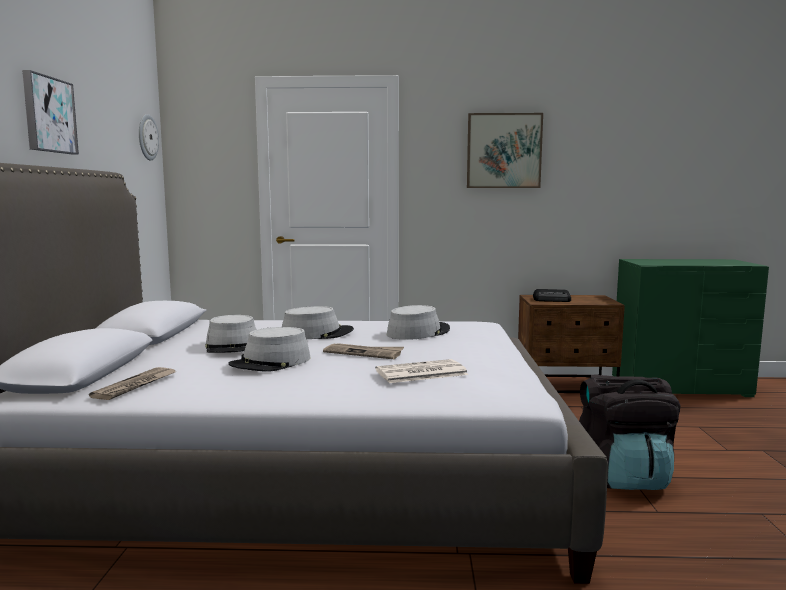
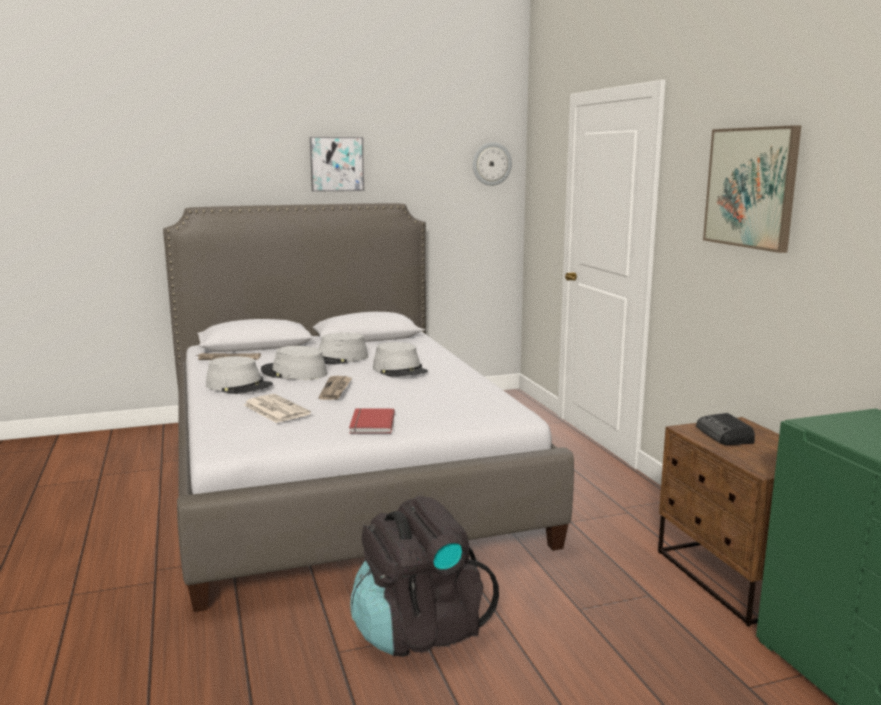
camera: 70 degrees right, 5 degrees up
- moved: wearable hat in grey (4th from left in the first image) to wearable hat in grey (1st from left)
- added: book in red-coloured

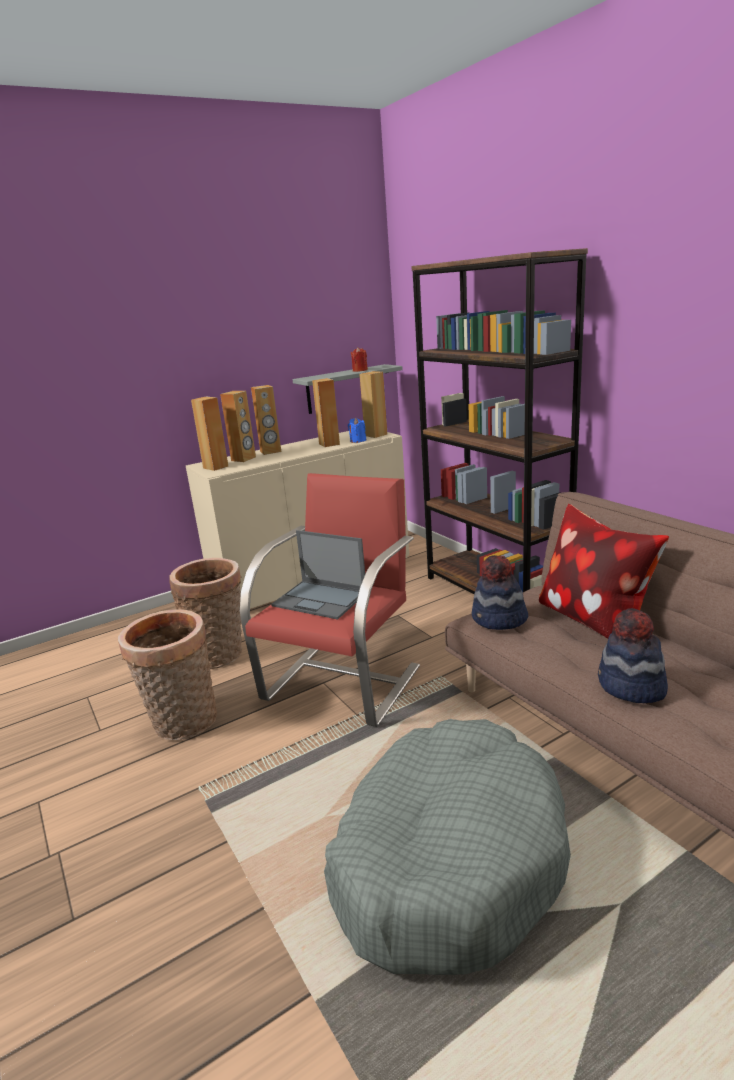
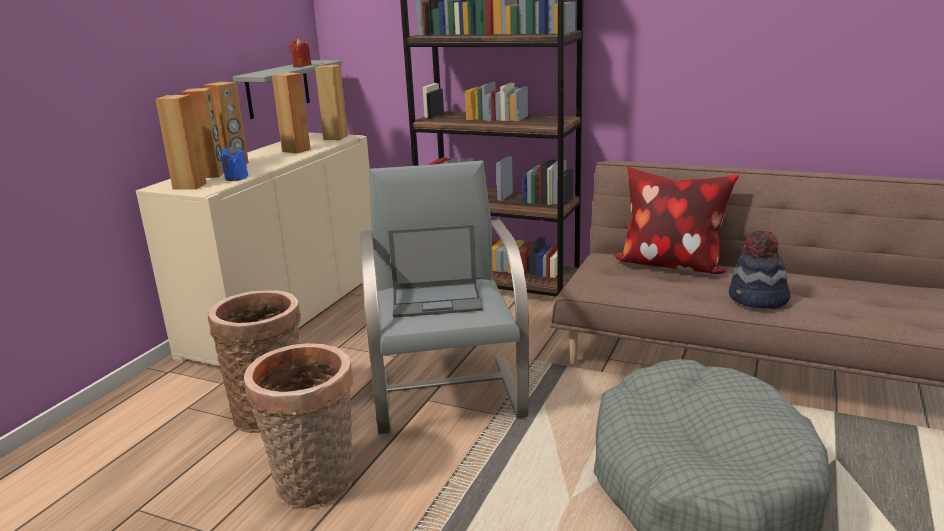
camera: 35 degrees left, 0 degrees up
- moved: candle in blue
- recoloured: easy chair in red-coloured to easy chair in grey
- removed: wearable hat (1st from left)

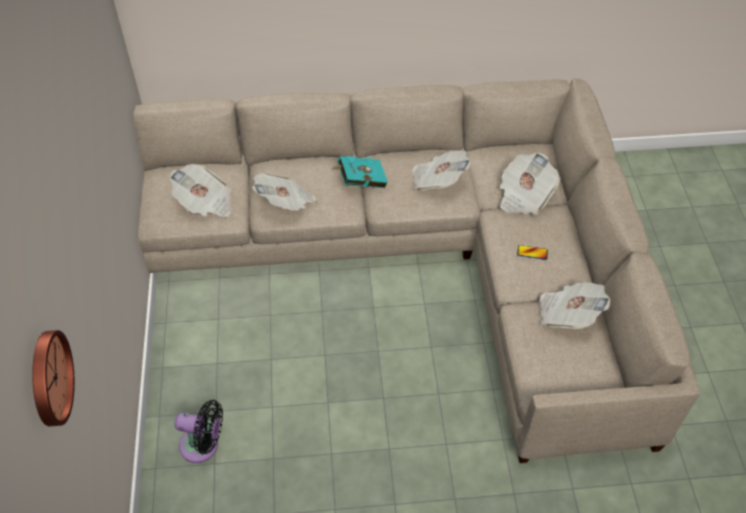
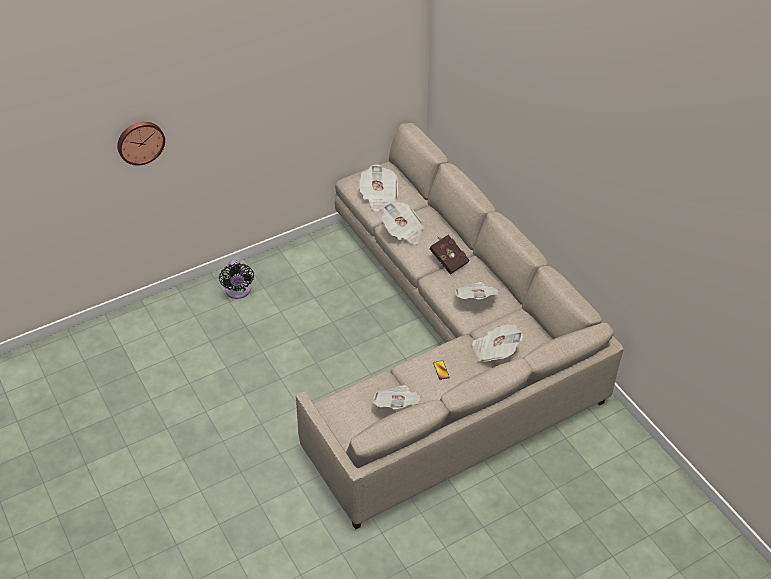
camera: 65 degrees right, 5 degrees down
- recoloured: book in turquoise to book in red-coloured

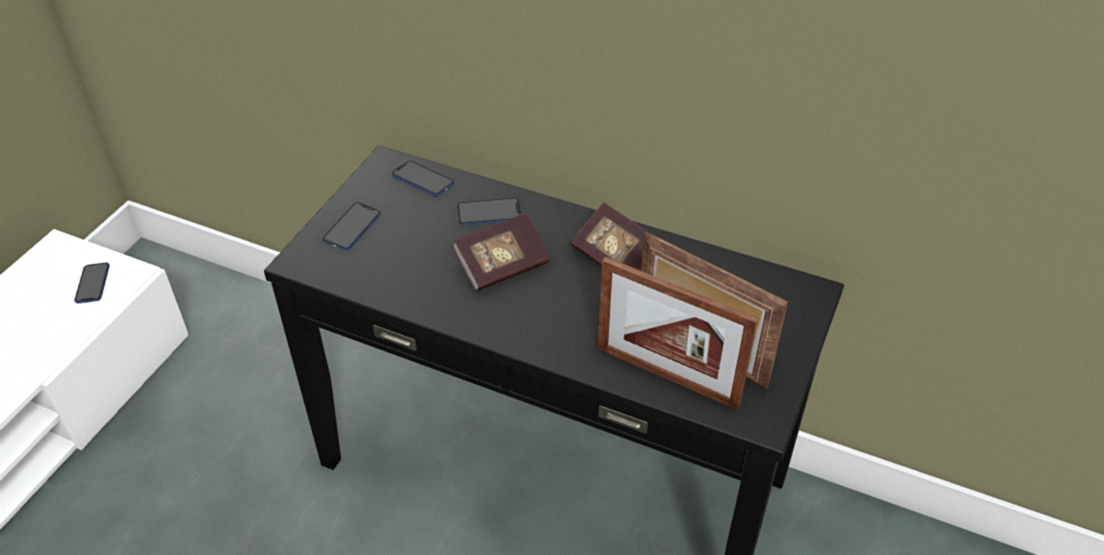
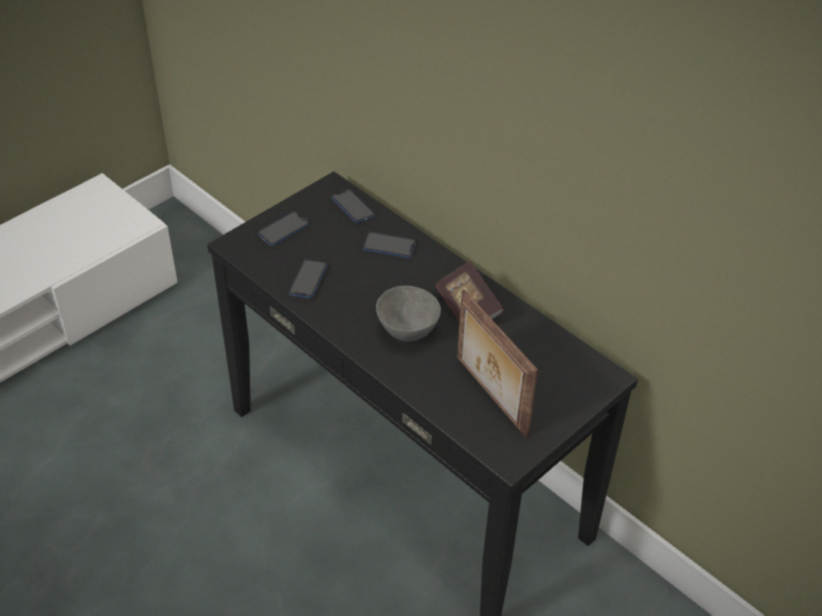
camera: 20 degrees right, 0 degrees up
- removed: book (1st from left)
- removed: photo frame (1st from left)
- moved: handset (1st from left in the first image) to handset (2nd from left)
- added: deep dish in grey

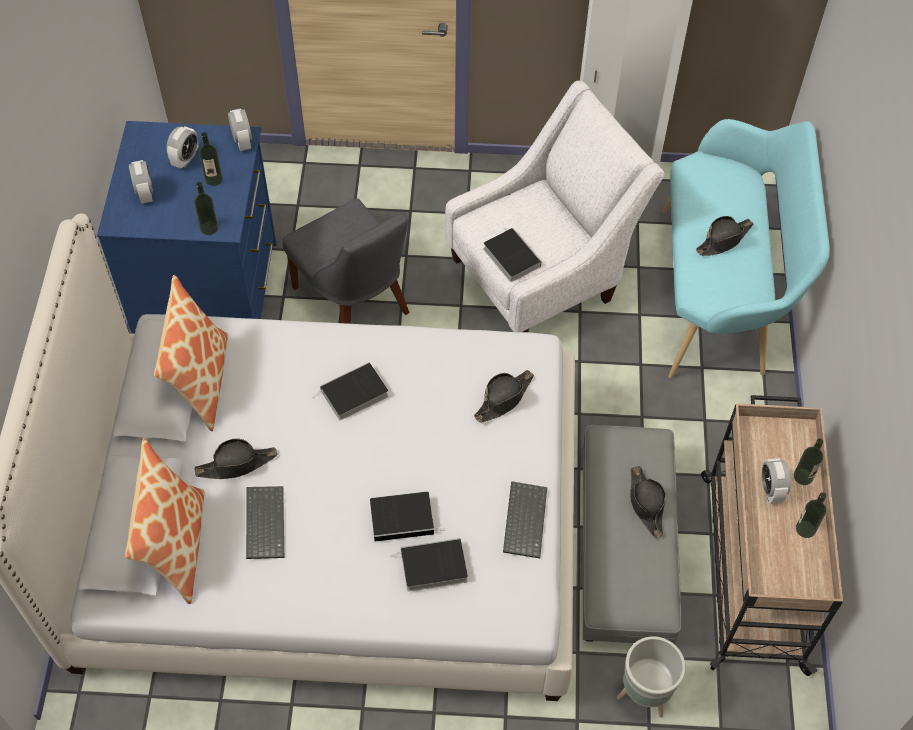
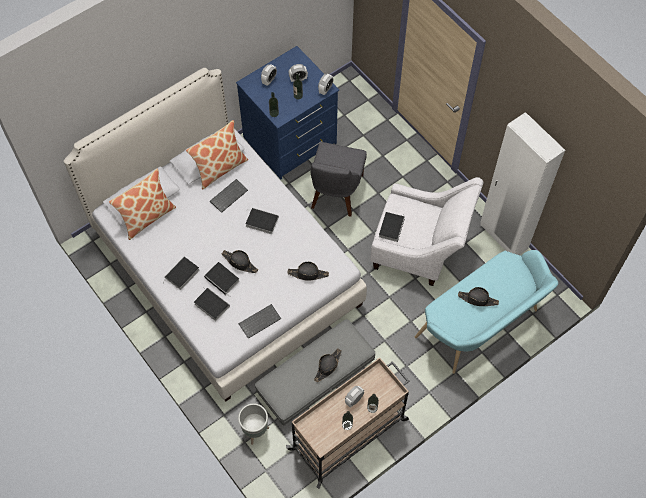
camera: 50 degrees right, 5 degrees up
- moved: wearable hat in blackish (1st from left)
- moved: keyboard (1st from left)
- added: book (1st from left)

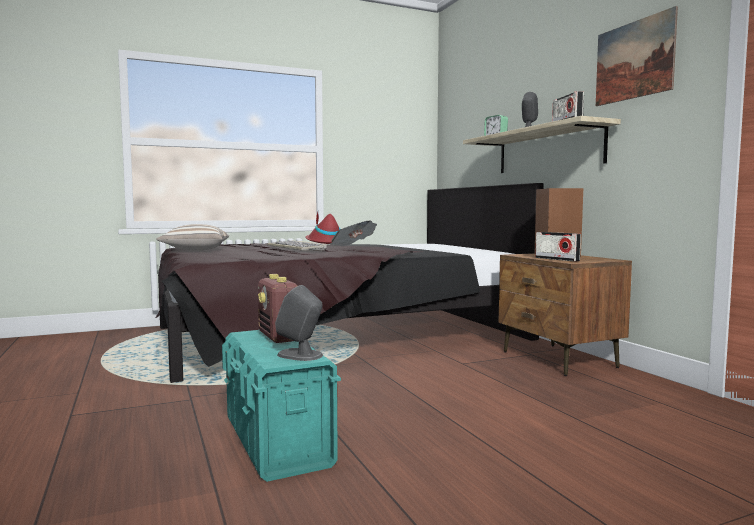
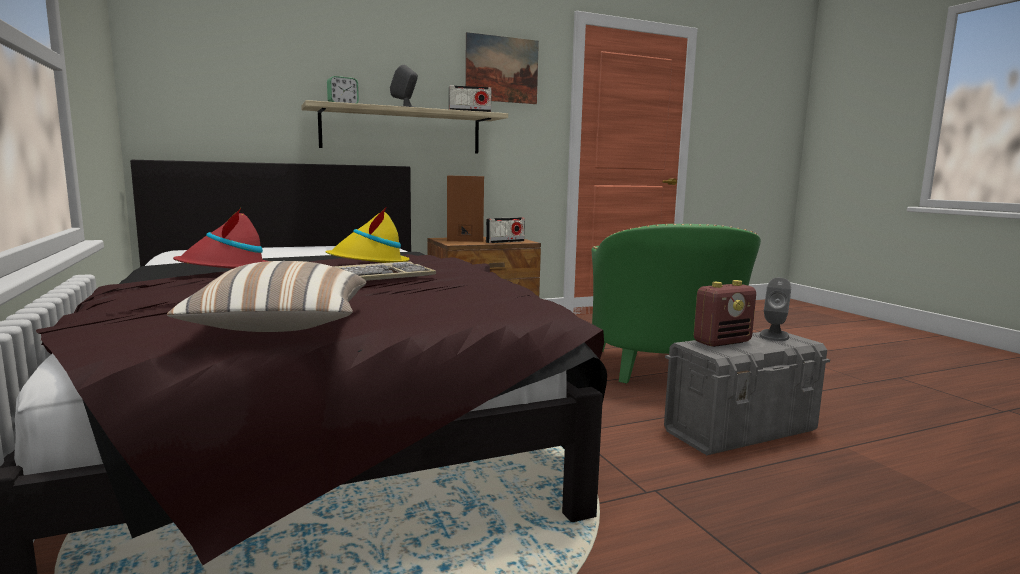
camera: 90 degrees left, 5 degrees up
- replaced: daily paper to wearable hat in yellow
- recoloured: storage container in turquoise to storage container in grey
- added: easy chair in green

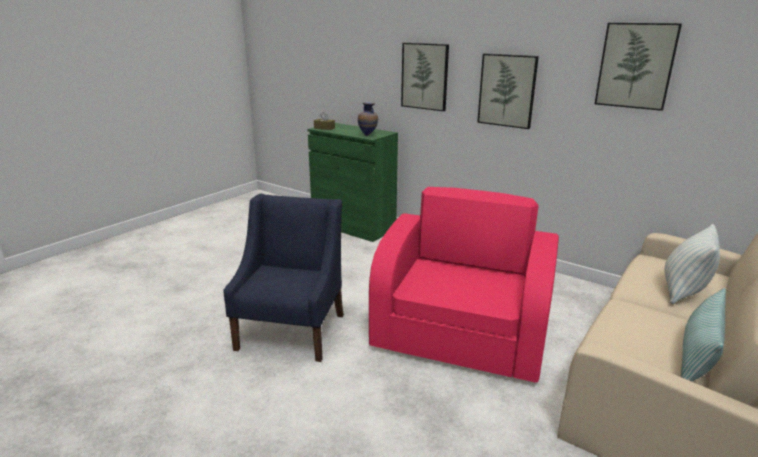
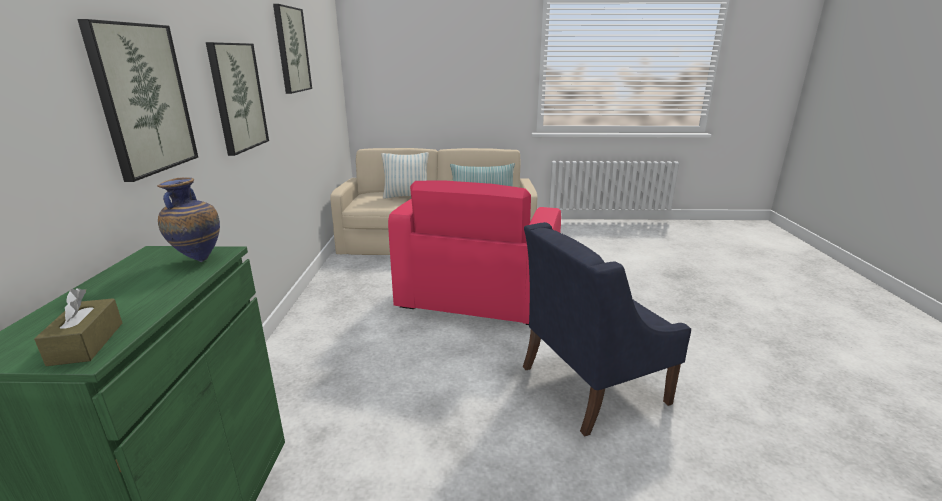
camera: 125 degrees left, 0 degrees up
- turned: easy chair in pink 60 degrees counterclockwise

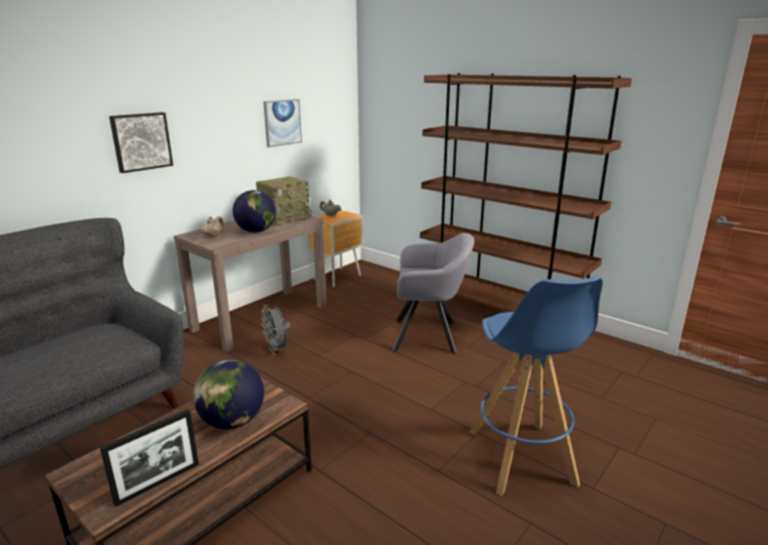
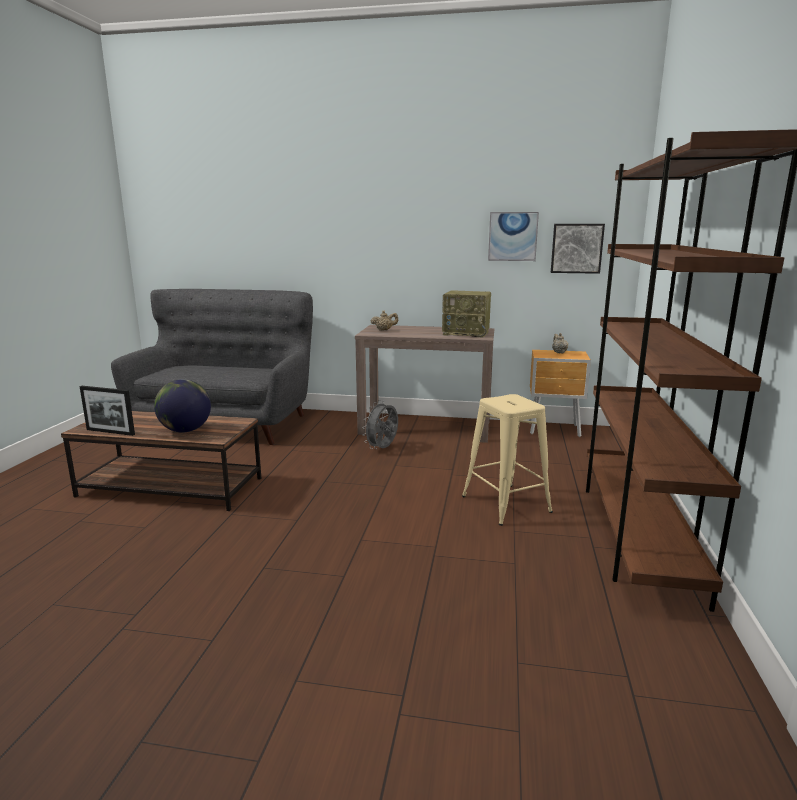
camera: 60 degrees right, 5 degrees down
- moved: wall picture (1st from left in the first image) to wall picture (2nd from left)
- removed: world globe (2nd from left)
- replaced: easy chair in grey to stool seat in beige
- removed: stool seat in blue

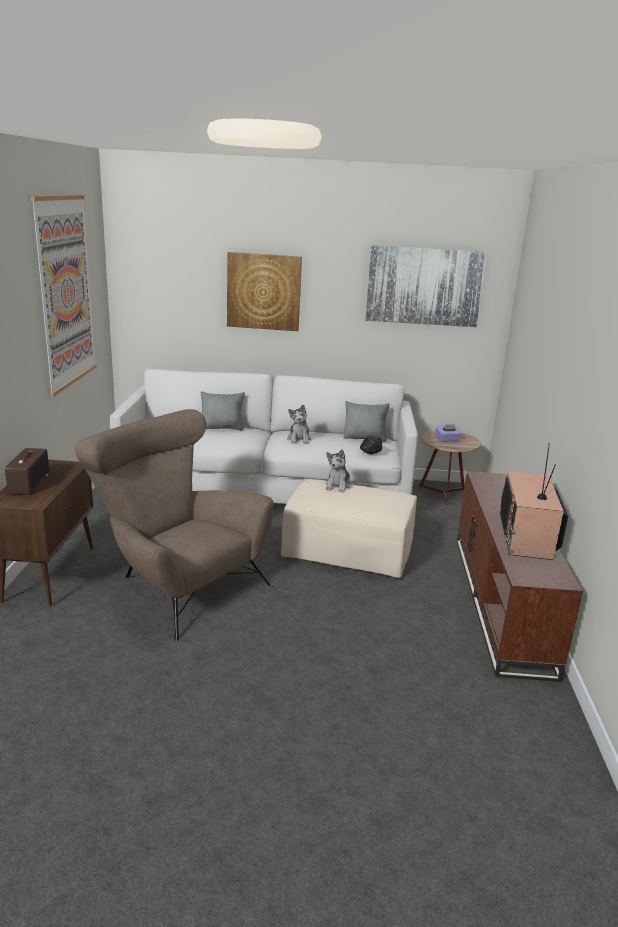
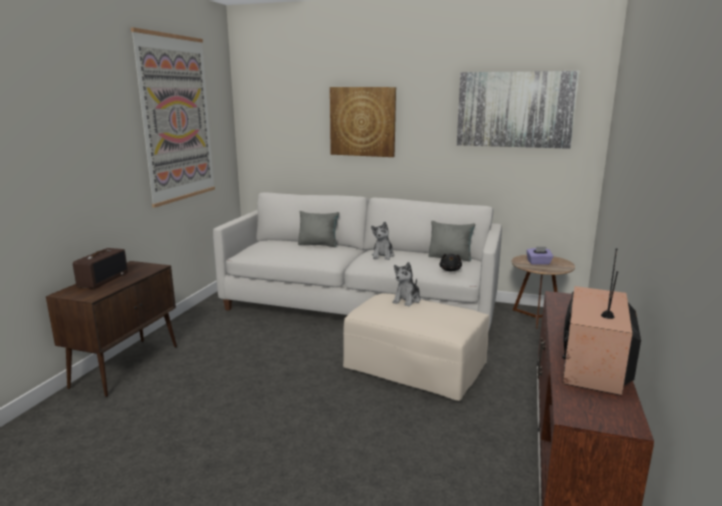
camera: 15 degrees right, 5 degrees down
- removed: easy chair in brown

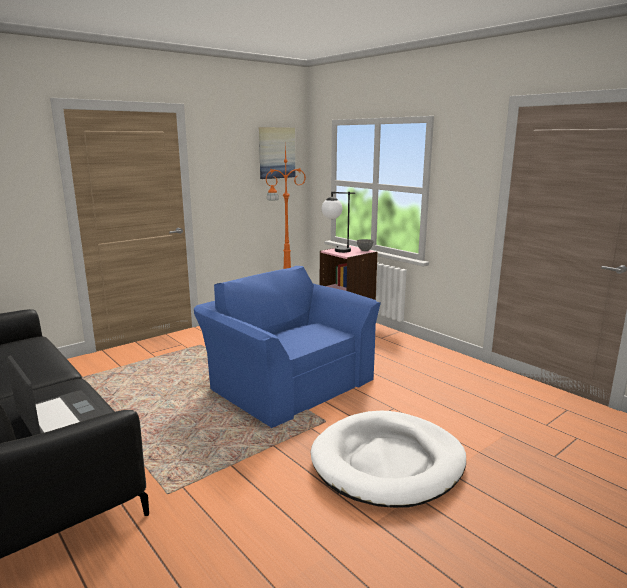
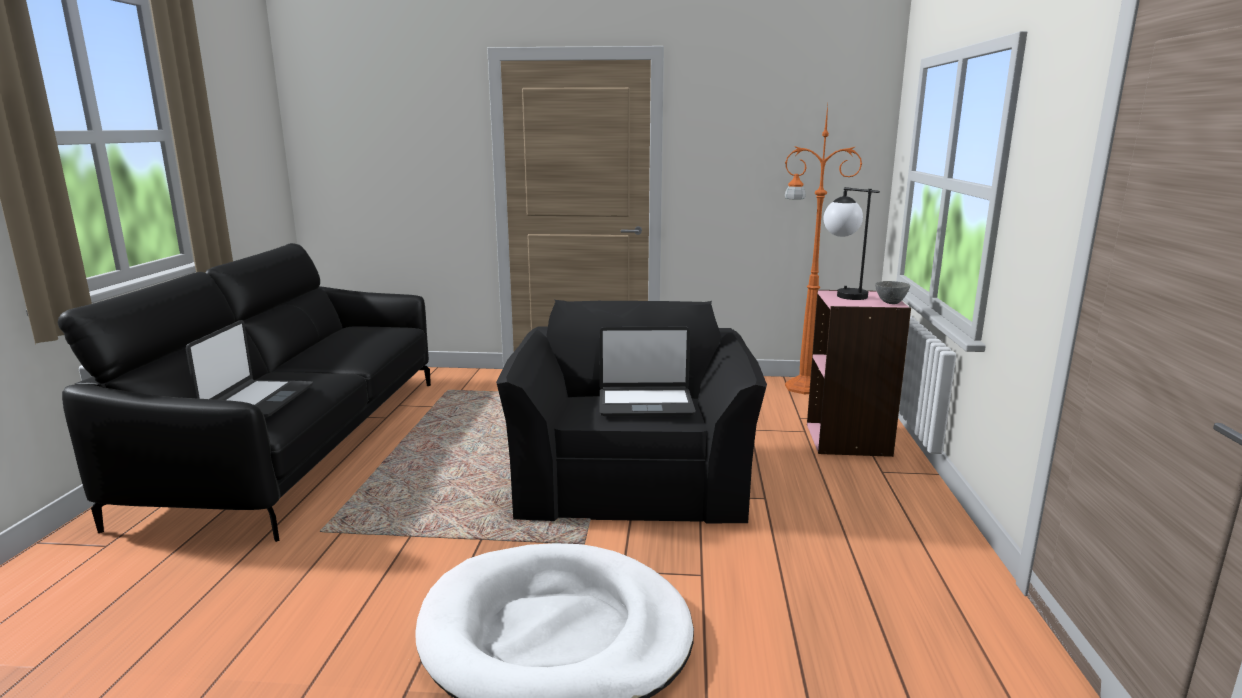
camera: 45 degrees right, 0 degrees up
- removed: wall picture
- recoloured: easy chair in blue to easy chair in blackish
- added: notebook computer (2nd from left)

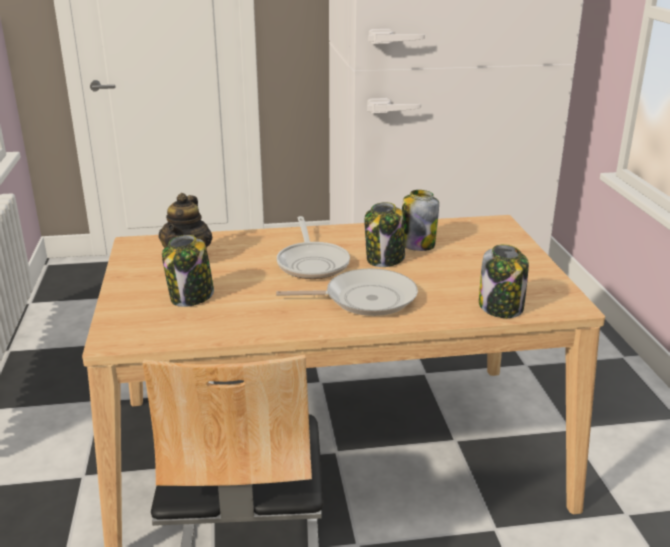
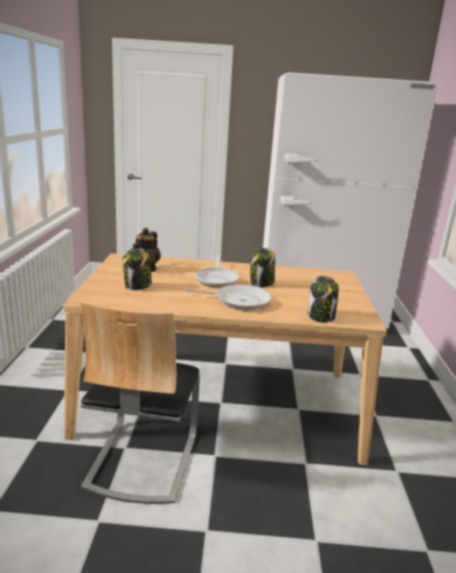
camera: 10 degrees right, 5 degrees down
- removed: preserve jar (3rd from left)

